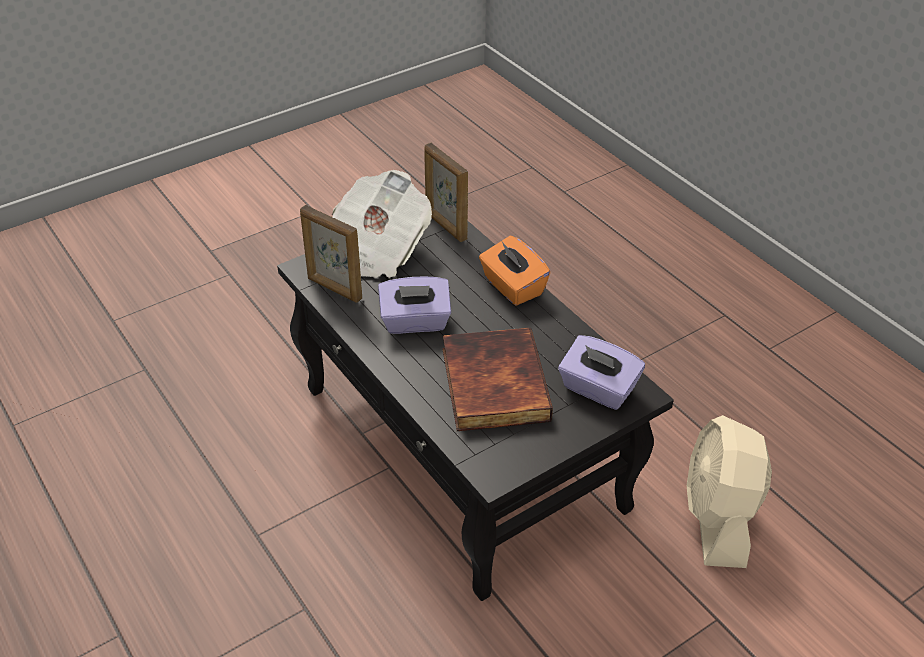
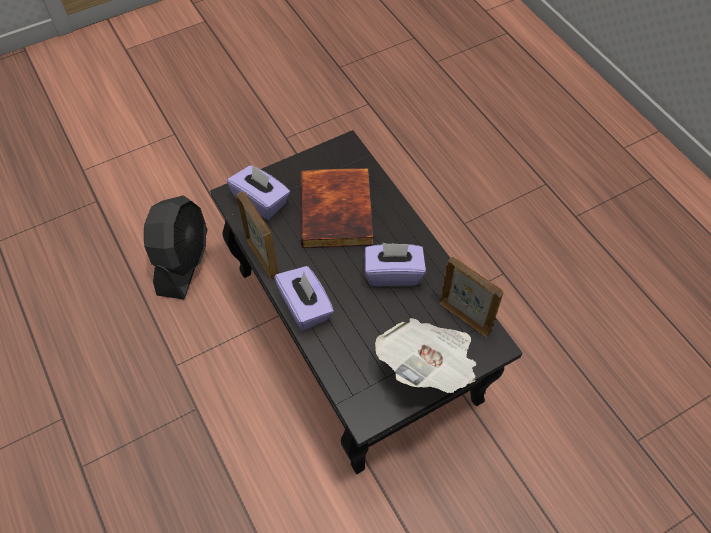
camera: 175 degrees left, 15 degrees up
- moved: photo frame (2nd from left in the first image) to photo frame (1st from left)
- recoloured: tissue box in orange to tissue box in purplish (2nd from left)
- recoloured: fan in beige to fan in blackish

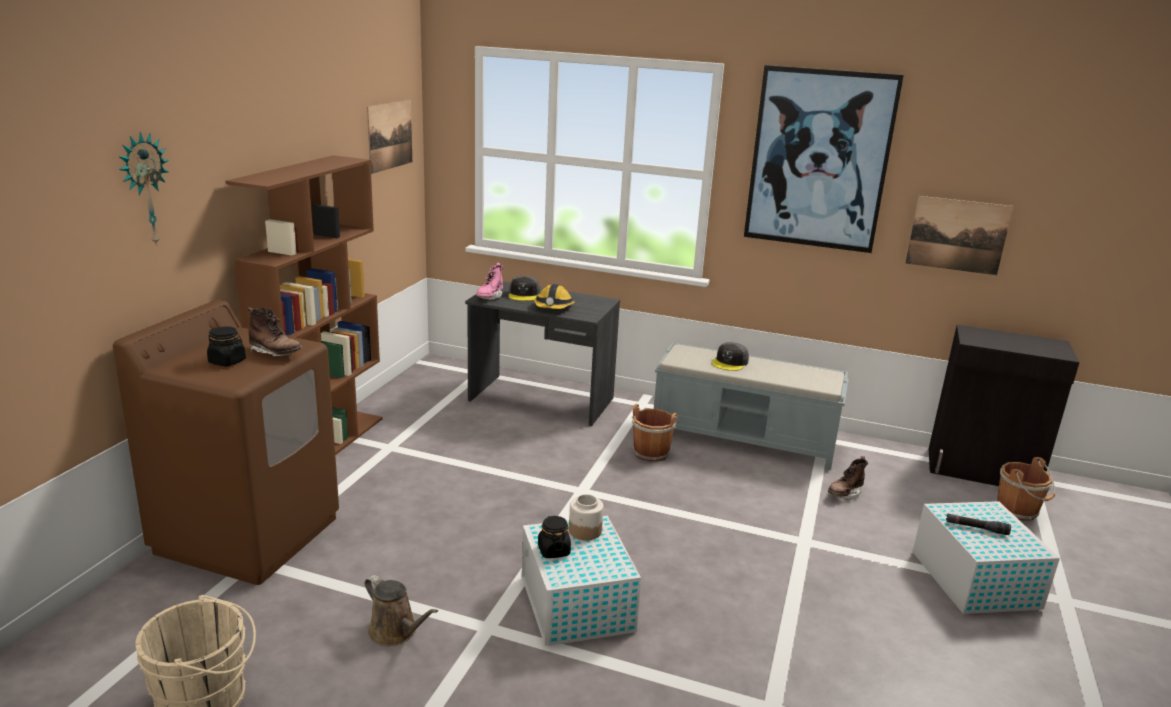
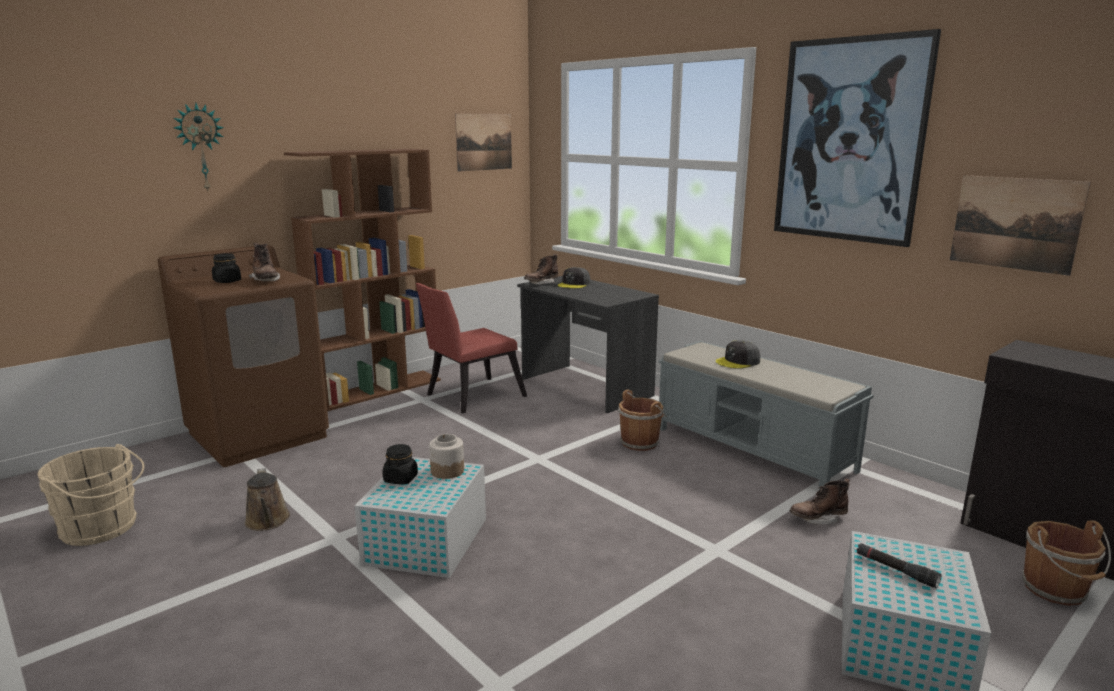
camera: 30 degrees right, 5 degrees down
- recoloured: tall boot in pink to tall boot in brown (2nd from left)
- removed: work helmet
- added: chair in red-coloured

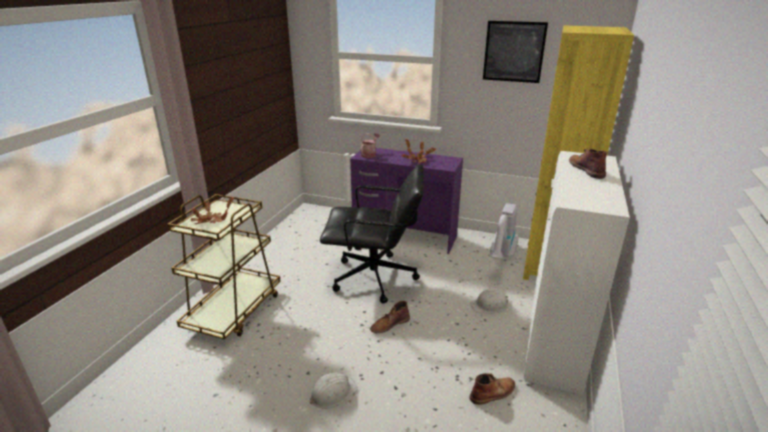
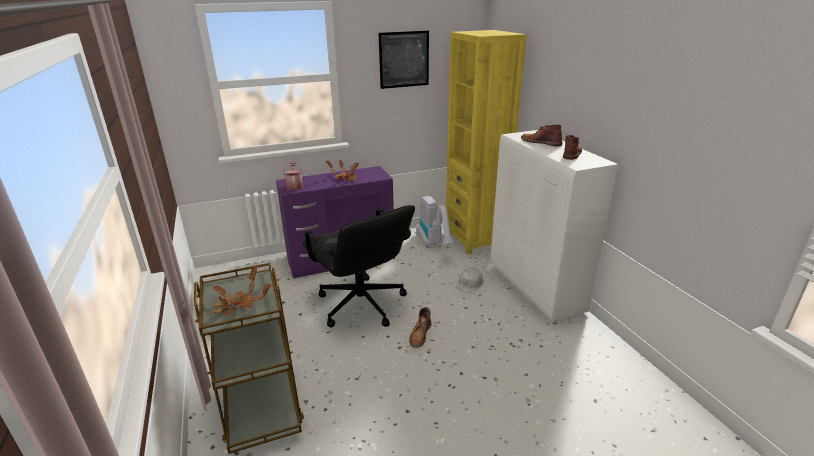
camera: 40 degrees left, 0 degrees up
- turned: computer chair in blackish 90 degrees clockwise
- removed: work helmet in white (1st from left)
- moved: tall boot in brown (2nd from left in the first image) to tall boot in brown (3rd from left)

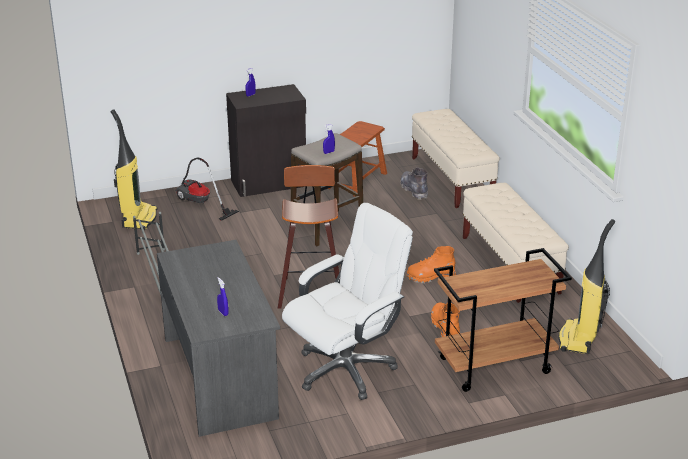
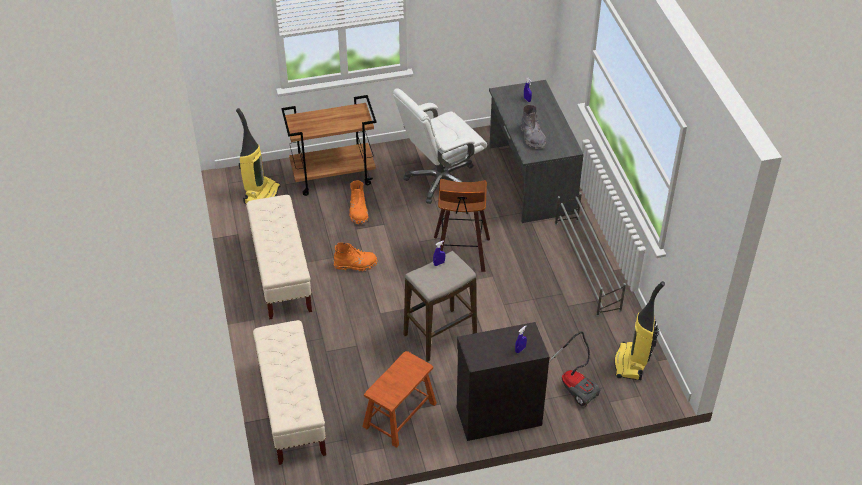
camera: 175 degrees left, 15 degrees up
- moved: tall boot in grey

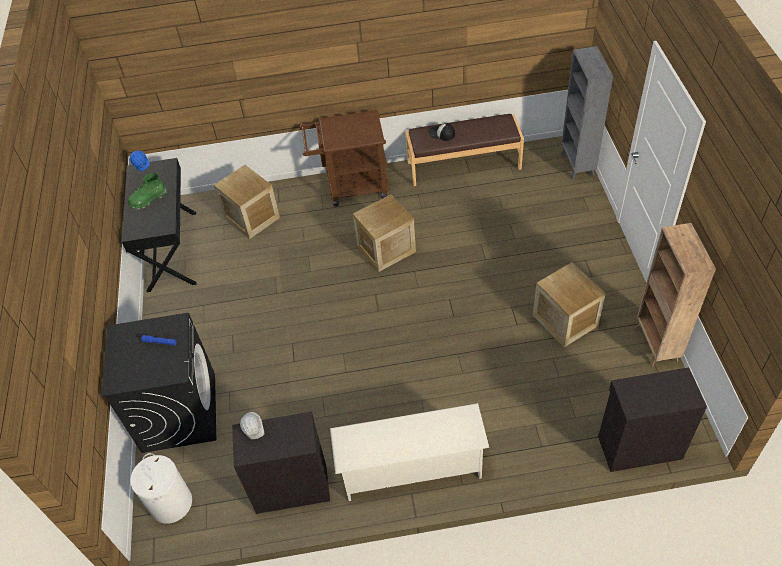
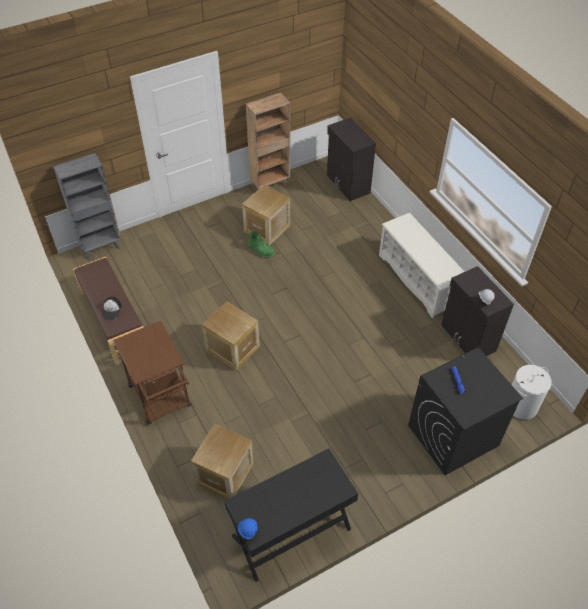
camera: 115 degrees left, 0 degrees up
- moved: tall boot in green

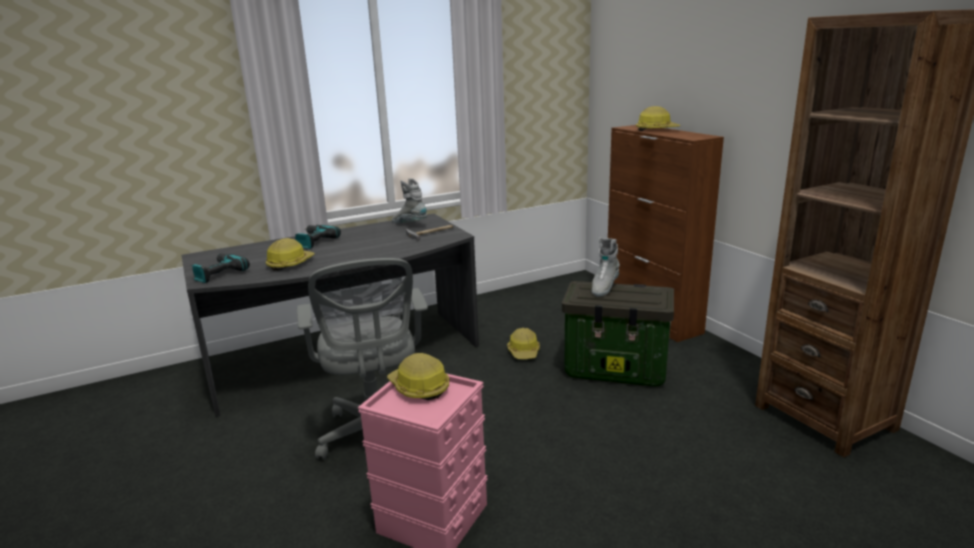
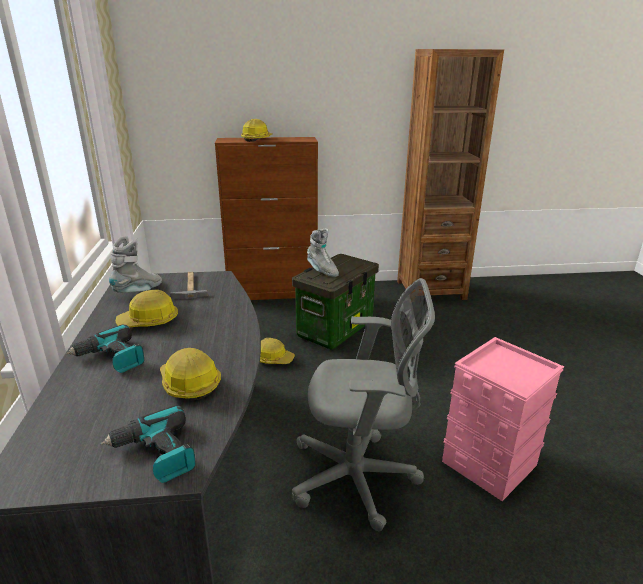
camera: 70 degrees left, 5 degrees up
- turned: tall boot in grey (1st from left) 150 degrees clockwise
- moved: work helmet (2nd from left in the first image) to work helmet (1st from left)

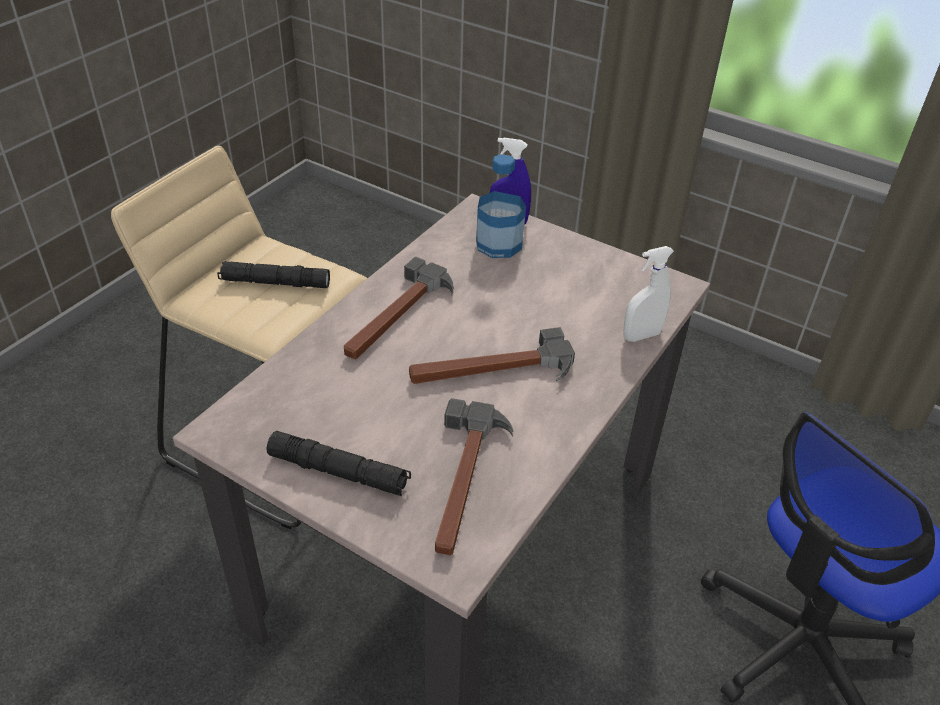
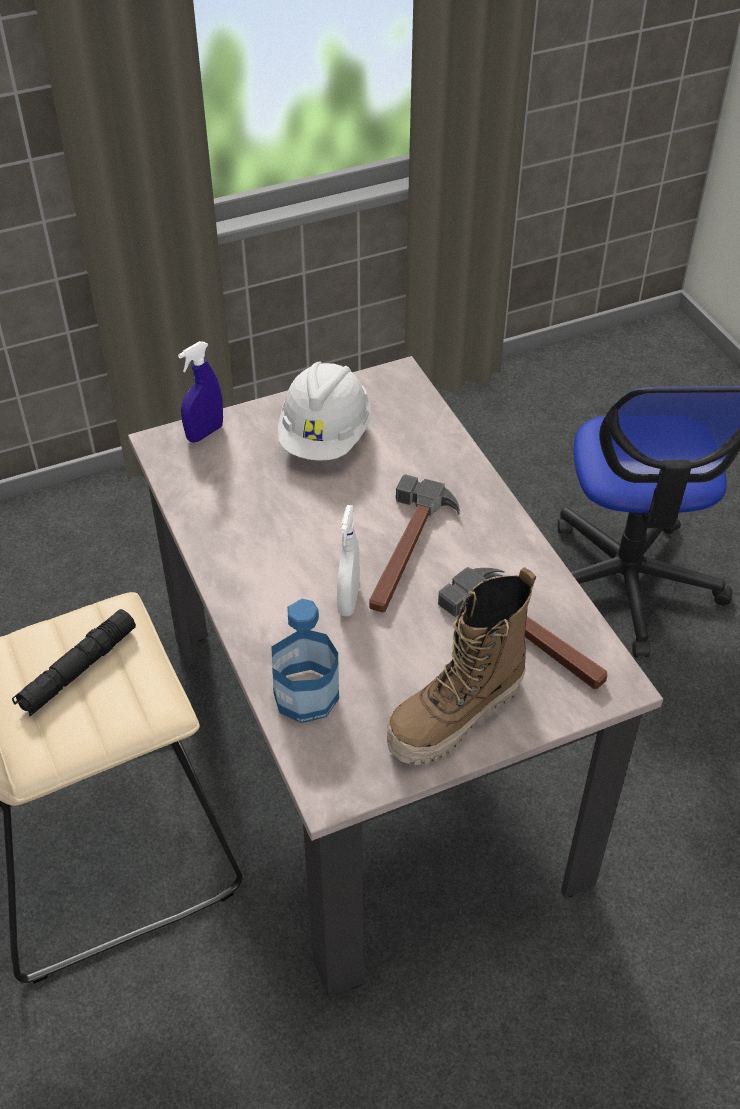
camera: 55 degrees left, 5 degrees up
- moved: beverage bottle
- moved: sprayer in white
- removed: hammer (1st from left)
- replaced: hand torch in blackish (2nd from left) to tall boot
- added: work helmet in white

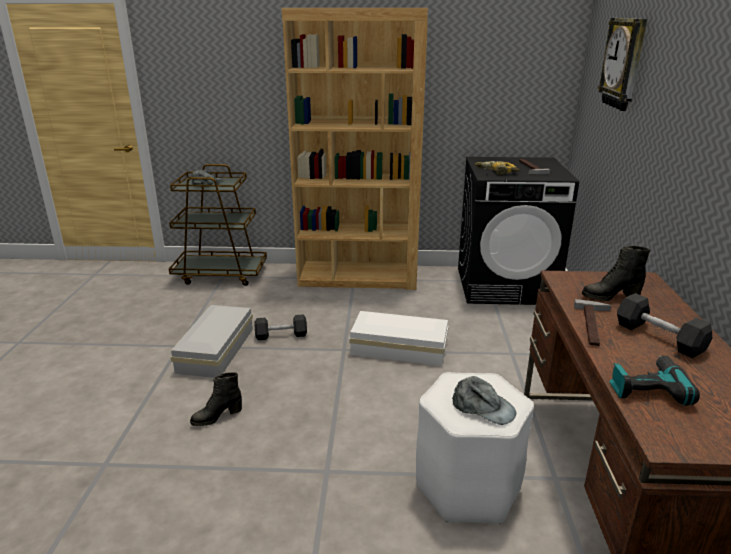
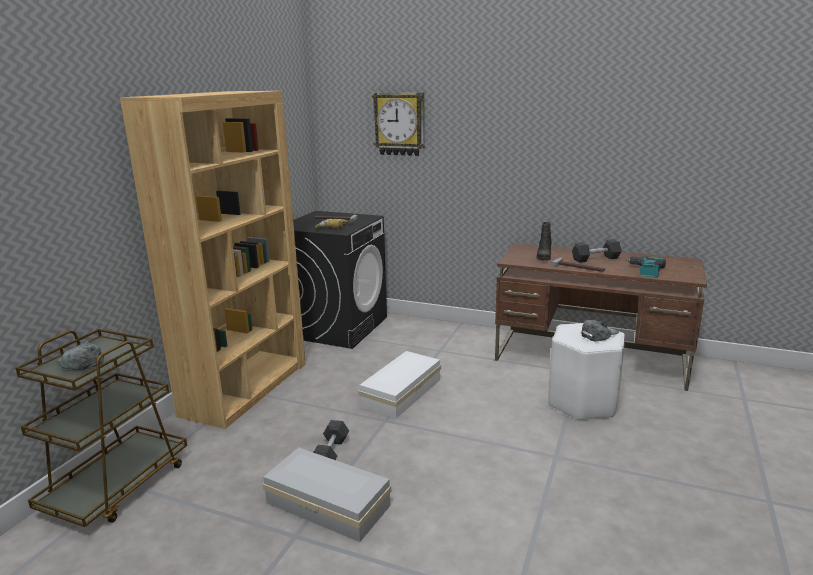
camera: 70 degrees left, 5 degrees down
- removed: tall boot in blackish (1st from left)

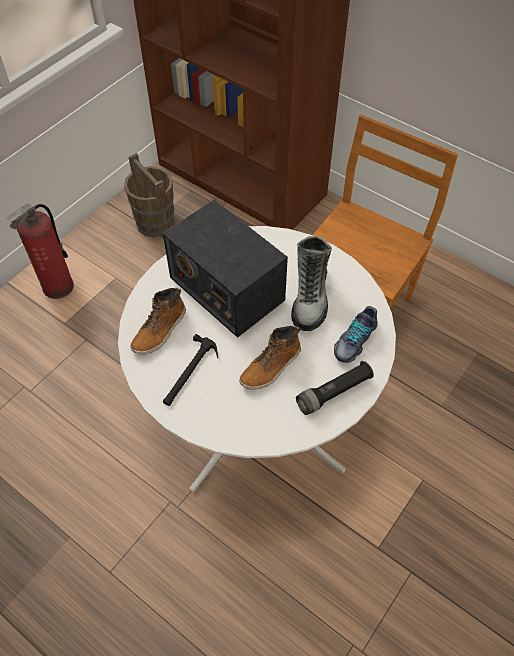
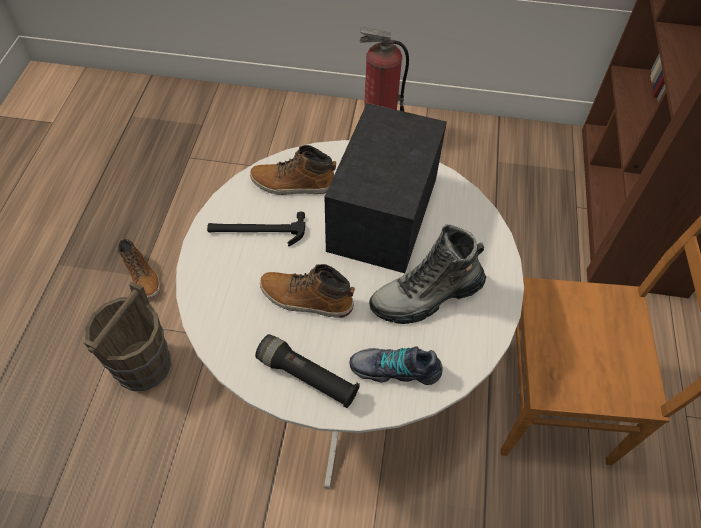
camera: 60 degrees right, 0 degrees up
- moved: bucket in brown
- added: tall boot (1st from left)

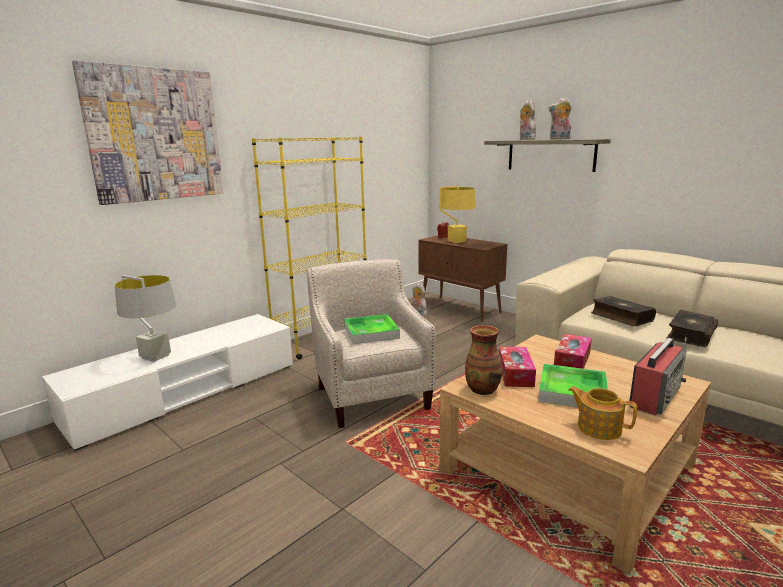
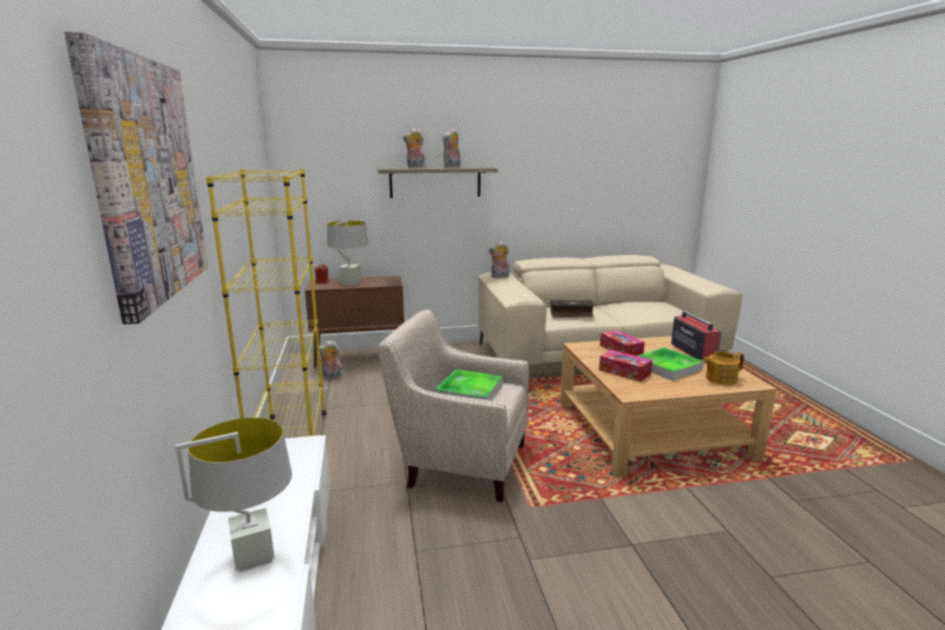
camera: 55 degrees left, 0 degrees up
- recoloured: tabletop lamp in yellow to tabletop lamp in grey (2nd from left)
- removed: book (2nd from left)
- removed: flower vase
- added: soft toy (4th from left)

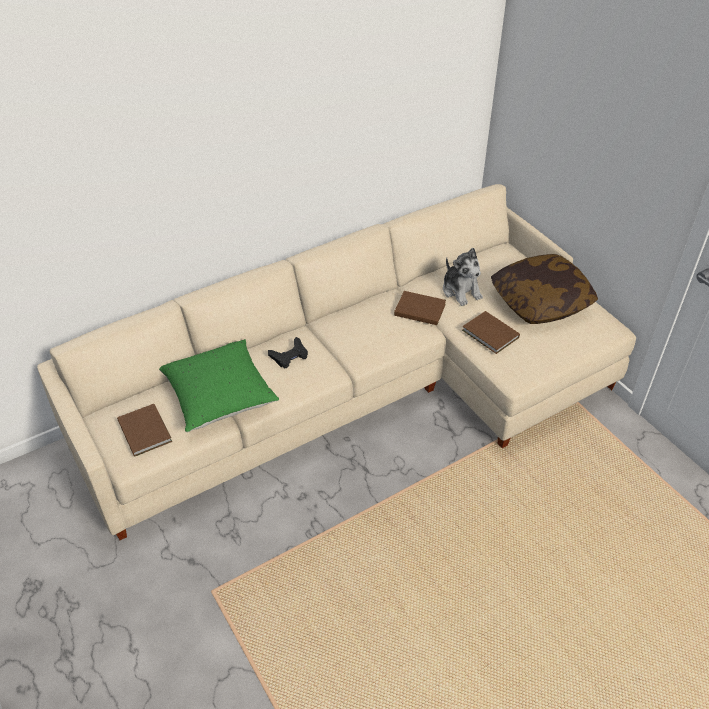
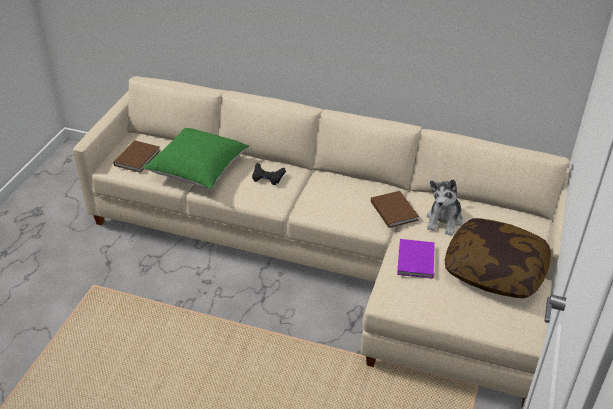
camera: 50 degrees right, 5 degrees down
- recoloured: book in brown (3rd from left) to book in purplish

